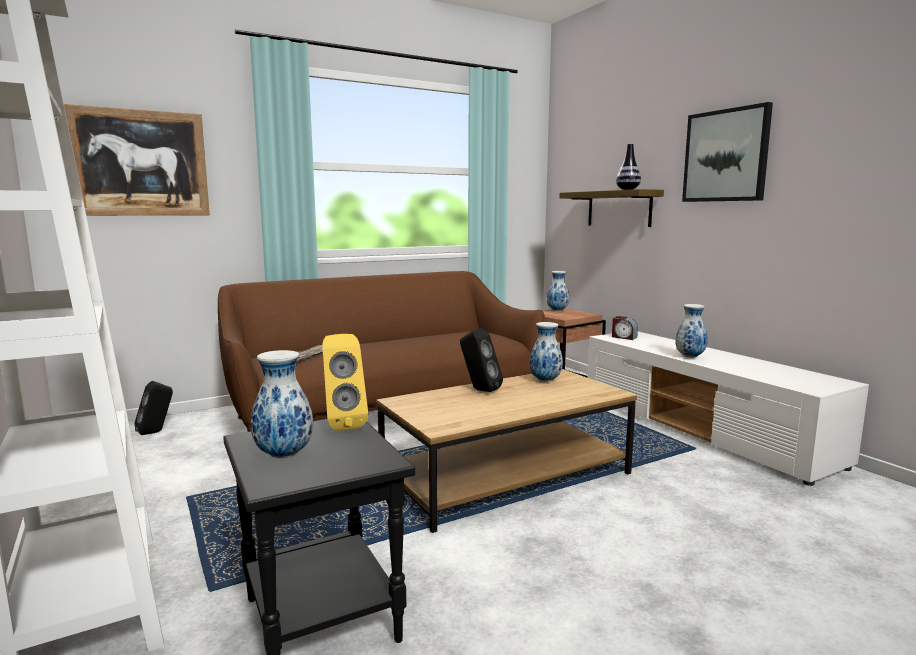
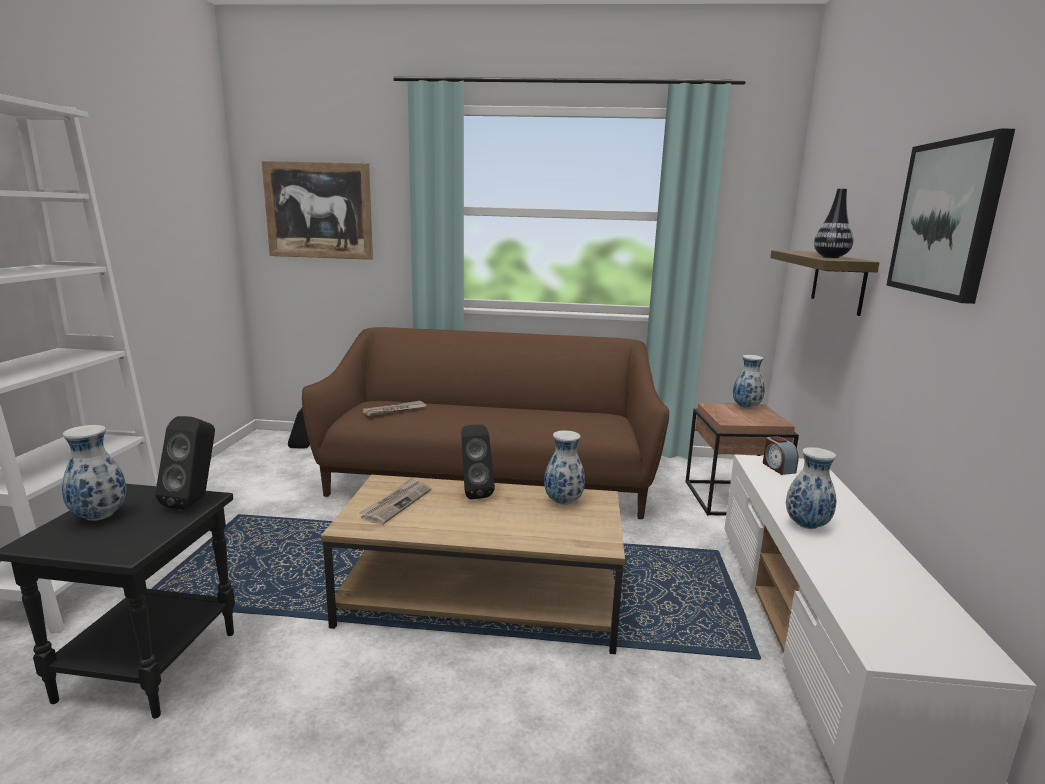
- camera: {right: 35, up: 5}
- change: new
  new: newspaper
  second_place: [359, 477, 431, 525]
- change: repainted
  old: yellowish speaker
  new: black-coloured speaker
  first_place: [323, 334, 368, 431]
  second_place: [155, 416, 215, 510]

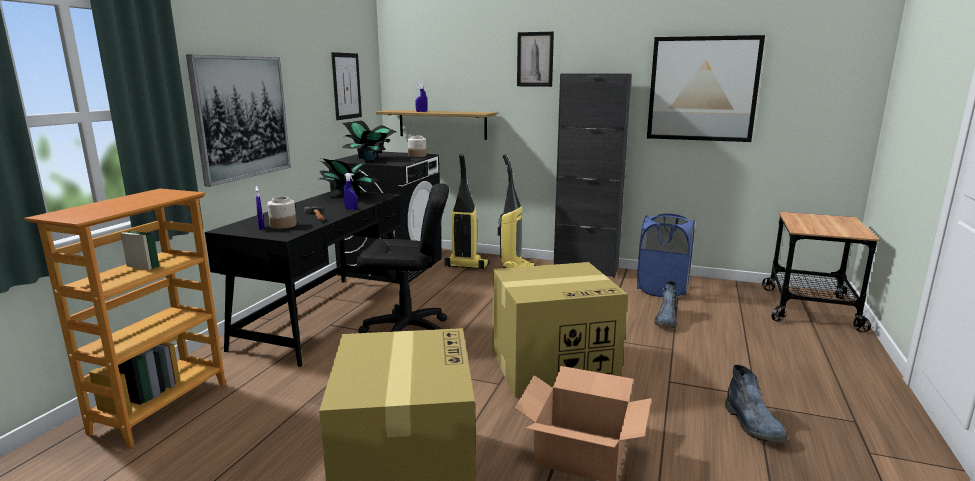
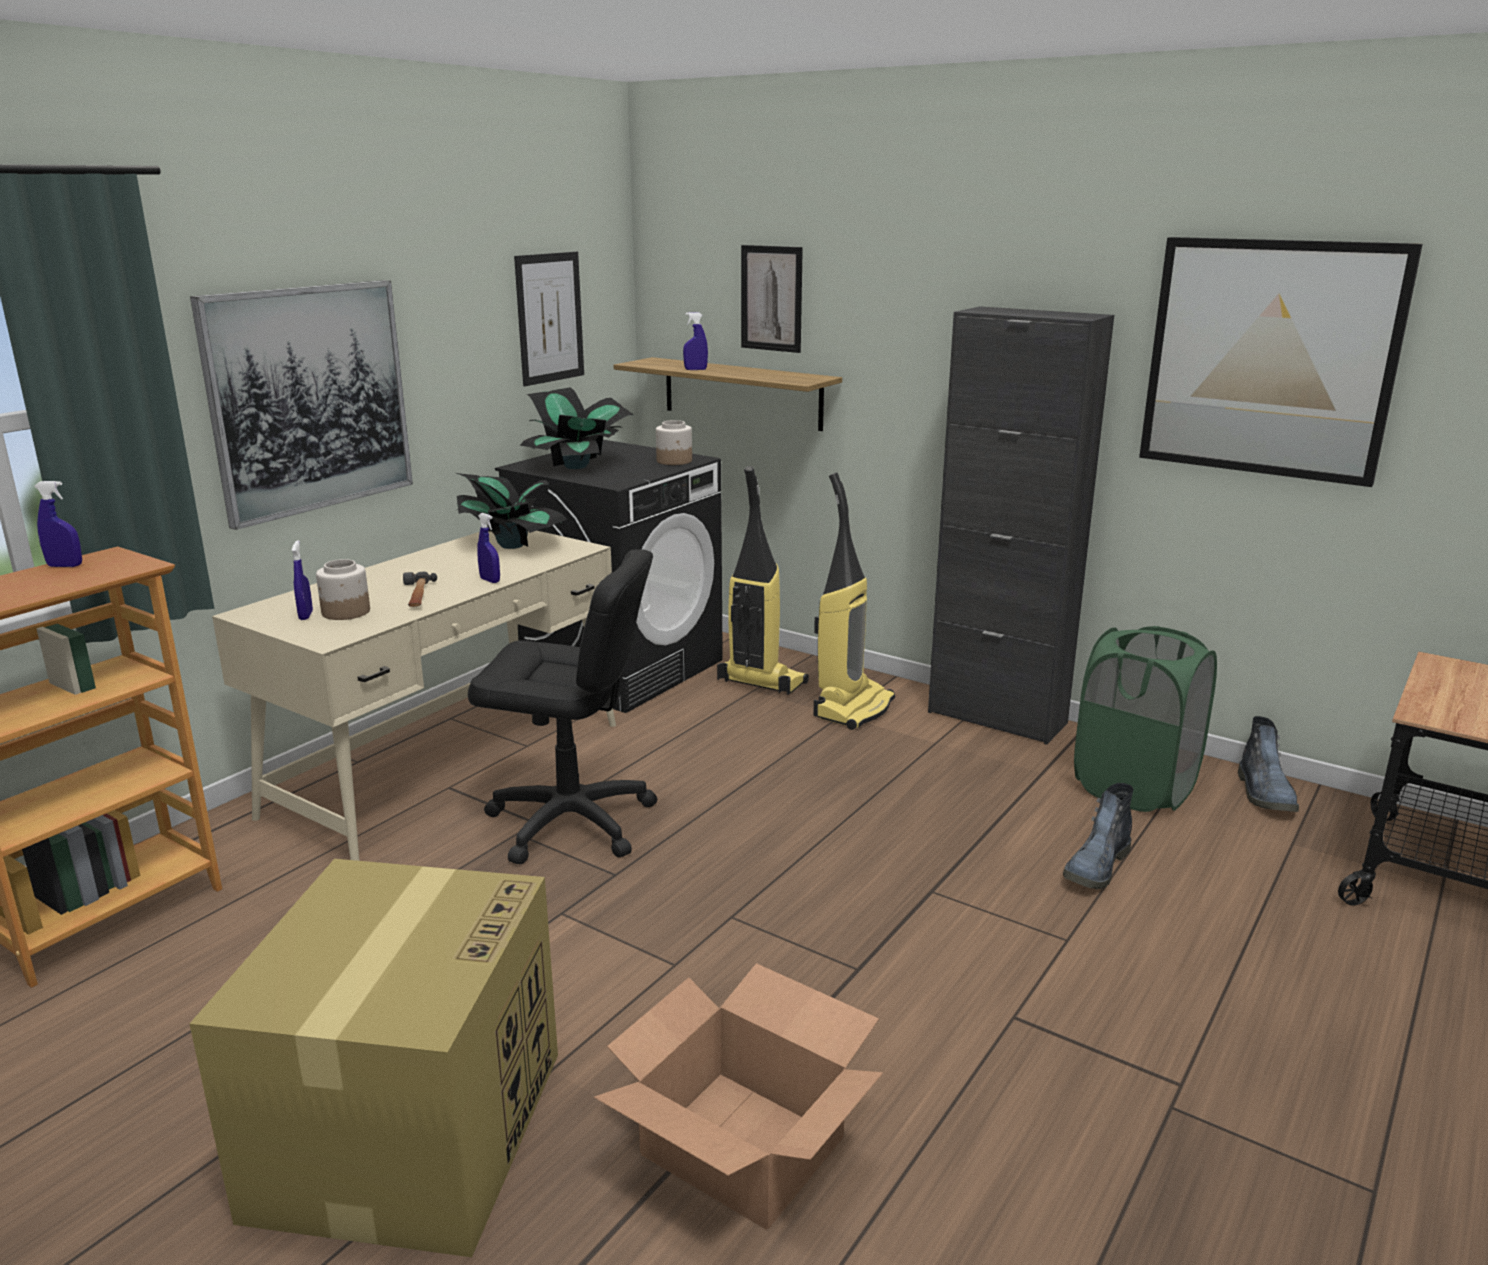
- camera: {right: 15, up: 5}
- change: gone
  old: packing box
  first_place: [493, 262, 628, 398]
- change: new
  new: bluish hand sprayer
  second_place: [34, 481, 82, 567]
- change: shifted
  old: wall art
  first_place: [517, 32, 554, 87]
  second_place: [741, 245, 803, 353]
- change: shifted
  old: boot
  first_place: [725, 365, 788, 442]
  second_place: [1238, 716, 1299, 812]
- change: repainted
  old: black-coloured desk unit
  new: beige-coloured desk unit
  first_place: [205, 190, 403, 367]
  second_place: [212, 531, 616, 861]
- change: repainted
  old: bluish hamper
  new: green hamper
  first_place: [637, 213, 695, 297]
  second_place: [1074, 626, 1217, 812]

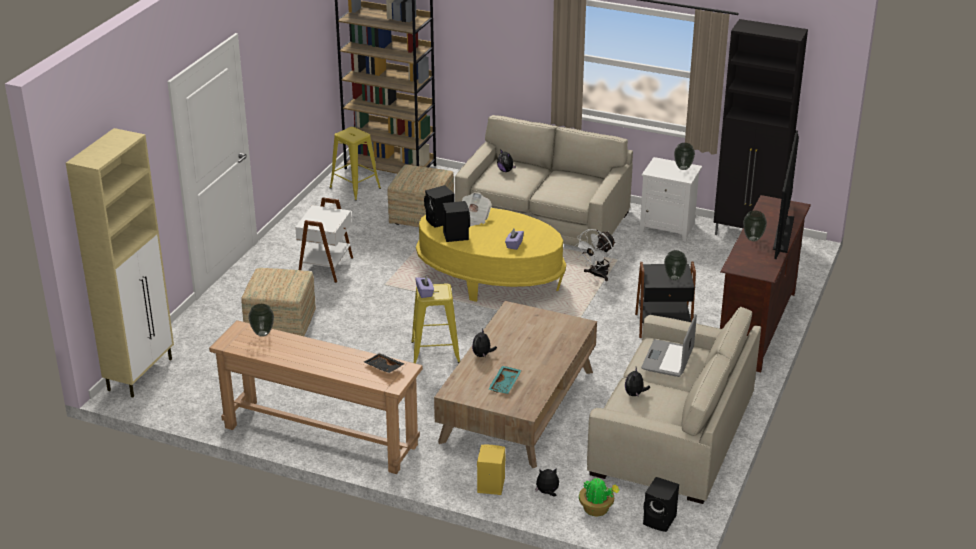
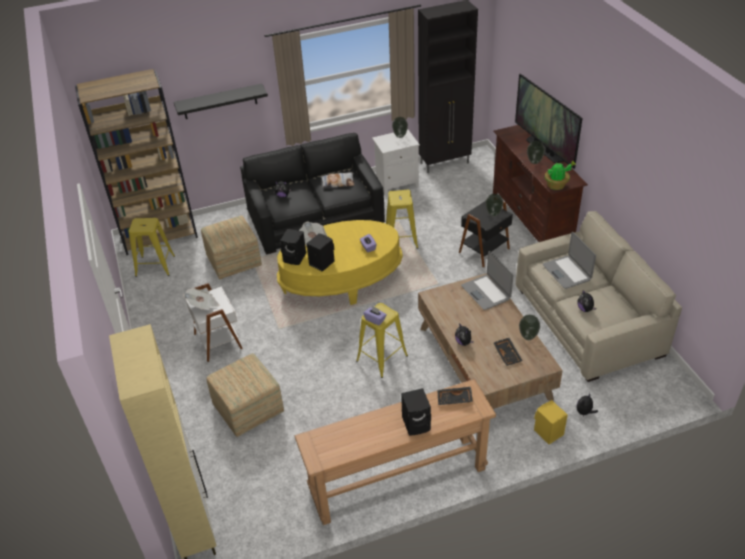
- camera: {right: -40, up: 10}
- change: new
  new: black-coloured shelf
  second_place: [174, 84, 268, 119]
- change: new
  new: newspaper
  second_place: [183, 288, 220, 310]
- change: new
  new: throw pillow
  second_place: [321, 172, 354, 188]
- change: new
  new: notebook computer
  second_place: [461, 251, 514, 310]
- change: shifted
  old: vase
  first_place: [248, 304, 274, 337]
  second_place: [519, 315, 540, 340]
- change: shifted
  old: potted plant
  first_place: [579, 478, 619, 516]
  second_place: [545, 161, 576, 190]
- change: shifted
  old: black-coloured speaker
  first_place: [643, 477, 679, 532]
  second_place: [401, 388, 431, 436]
- change: swapped
  old: whitish cooling fan
  new: yellowish stool seat
  first_place: [574, 229, 616, 281]
  second_place: [386, 190, 418, 249]
- change: repainted
  old: beige-coloured couch
  new: black-coloured couch
  first_place: [455, 115, 633, 251]
  second_place: [240, 133, 385, 255]
- change: repainted
  old: turquoise-coloured carrying tray
  new: black-coloured carrying tray
  first_place: [488, 366, 522, 394]
  second_place: [493, 338, 523, 366]

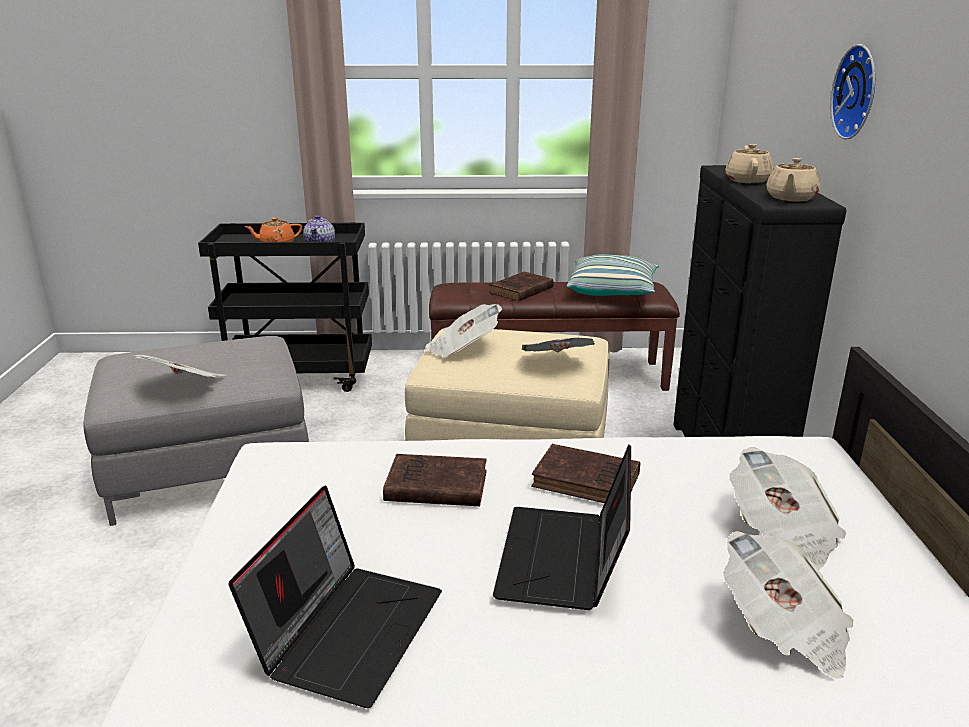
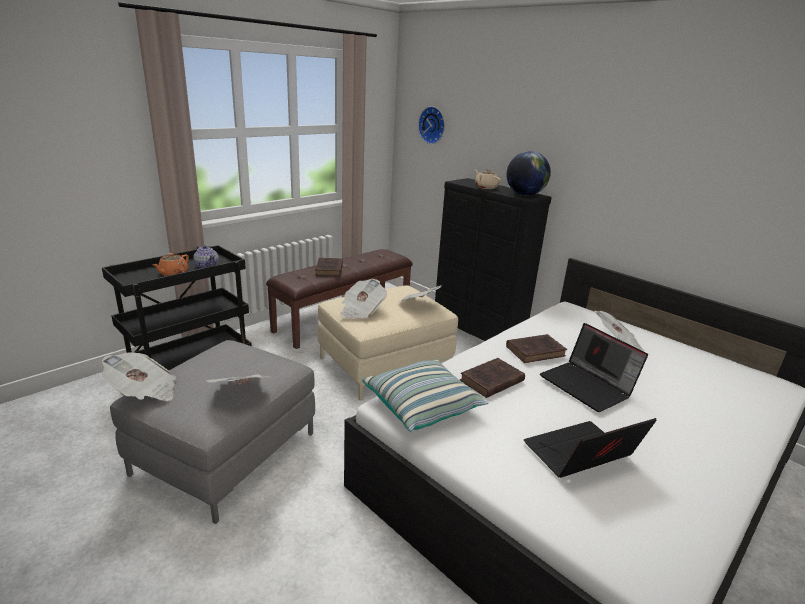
- camera: {right: -45, up: 0}
- change: shifted
  old: throw pillow
  first_place: [567, 254, 659, 296]
  second_place: [362, 359, 488, 432]
- change: shifted
  old: newspaper
  first_place: [723, 531, 853, 679]
  second_place: [102, 352, 176, 401]
- change: shifted
  old: wall clock
  first_place: [831, 44, 875, 139]
  second_place: [418, 106, 445, 144]
- change: swapped
  old: beige-coloured pot for tea
  new: world globe
  first_place: [767, 158, 820, 202]
  second_place: [506, 151, 551, 196]
- change: rotated
  old: notebook computer
  first_place: [229, 486, 442, 708]
  second_place: [524, 418, 657, 478]
  degrees: -90

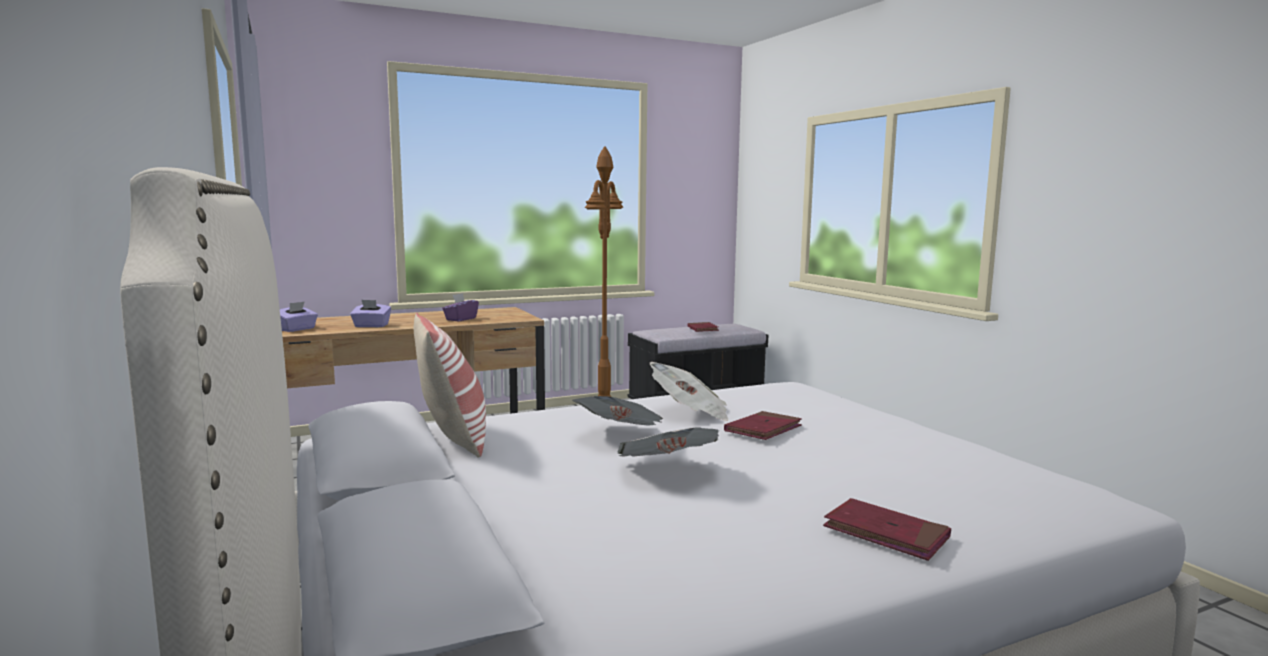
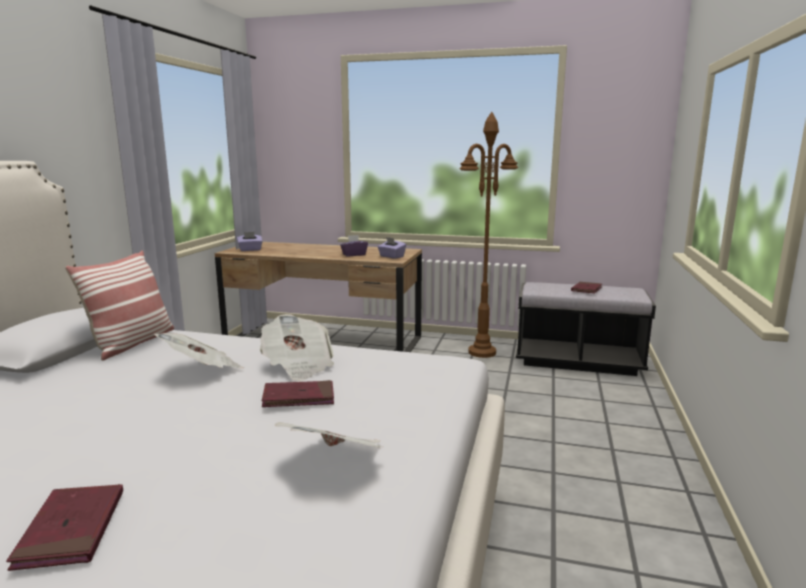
- camera: {right: 40, up: 5}
- change: shifted
  old: purple tissue holder
  first_place: [350, 300, 391, 327]
  second_place: [378, 237, 406, 259]
- change: shifted
  old: newspaper
  first_place: [617, 427, 719, 456]
  second_place: [275, 422, 383, 449]

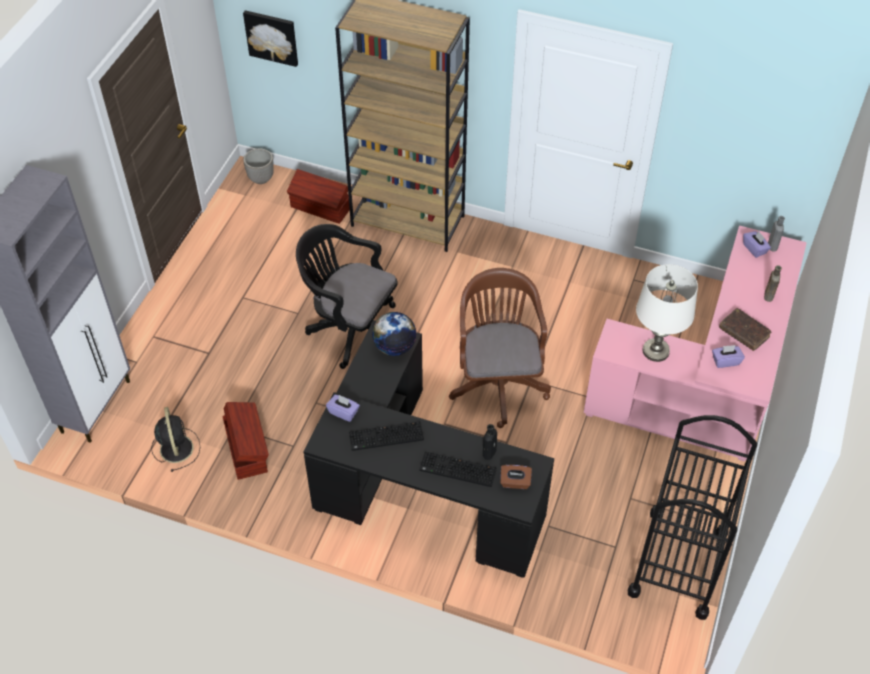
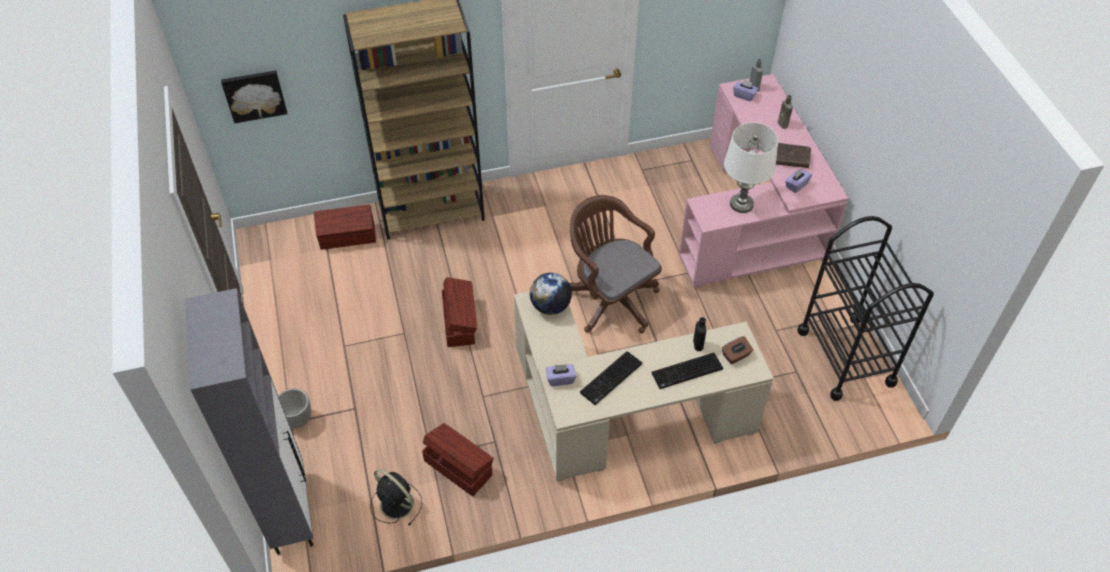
- camera: {right: -35, up: 0}
- change: shifted
  old: plant pot
  first_place: [243, 148, 274, 184]
  second_place: [278, 388, 311, 428]
- change: swapped
  old: black-coloured office chair
  new: brown storage box
  first_place: [296, 224, 398, 369]
  second_place: [442, 277, 477, 347]
- change: repainted
  old: black-coloured desk unit
  new: beige-coloured desk unit
  first_place: [303, 320, 554, 578]
  second_place: [514, 291, 774, 482]

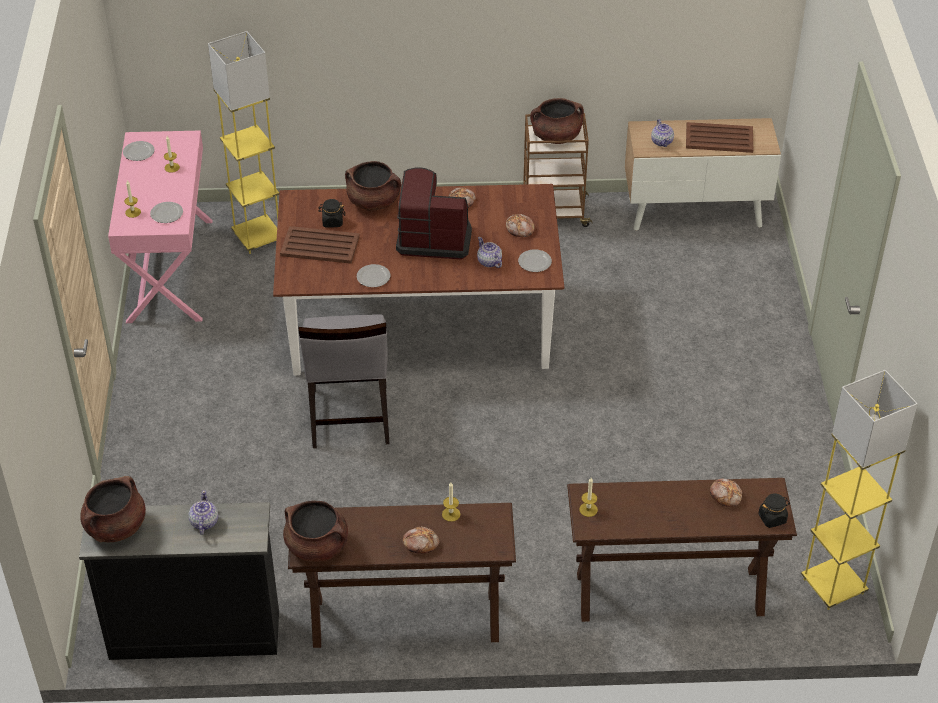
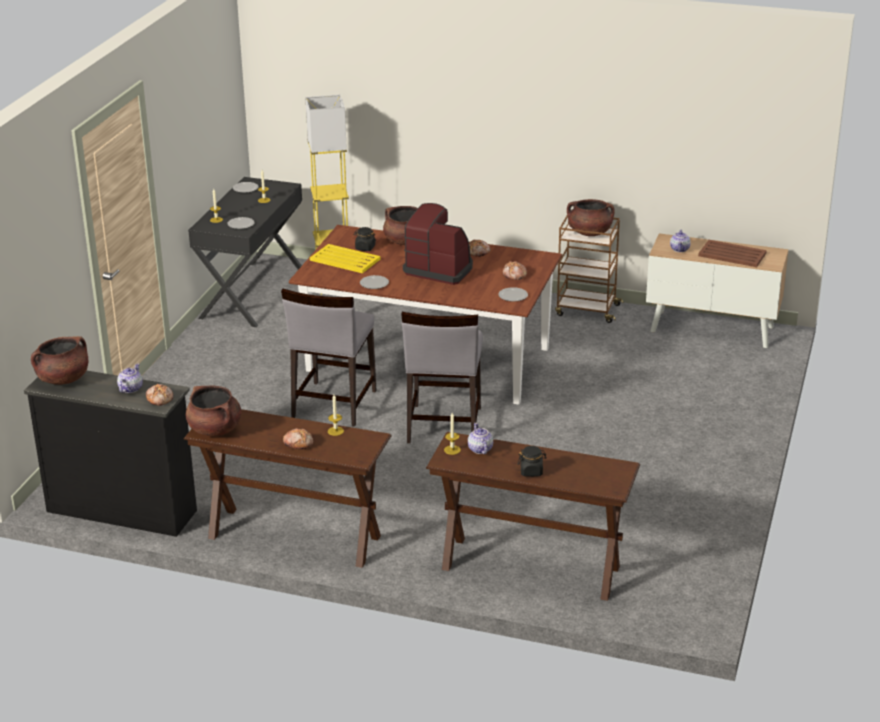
- camera: {right: 20, up: -15}
- change: gone
  old: yellowish floor lamp
  first_place: [801, 370, 918, 610]
- change: new
  new: grey upright chair
  second_place: [401, 312, 483, 443]
- change: shifted
  old: pot for tea
  first_place: [477, 237, 502, 268]
  second_place: [468, 423, 493, 454]
- change: shifted
  old: baked bread
  first_place: [710, 479, 742, 507]
  second_place: [146, 384, 173, 406]
- change: shifted
  old: black-coloured jar
  first_place: [758, 493, 790, 528]
  second_place: [518, 446, 547, 477]
- change: repainted
  old: pinkish desk unit
  new: black-coloured desk unit
  first_place: [108, 130, 213, 323]
  second_place: [188, 177, 302, 327]
- change: repainted
  old: brown carrying tray
  new: yellowish carrying tray
  first_place: [280, 226, 360, 264]
  second_place: [310, 244, 381, 273]

